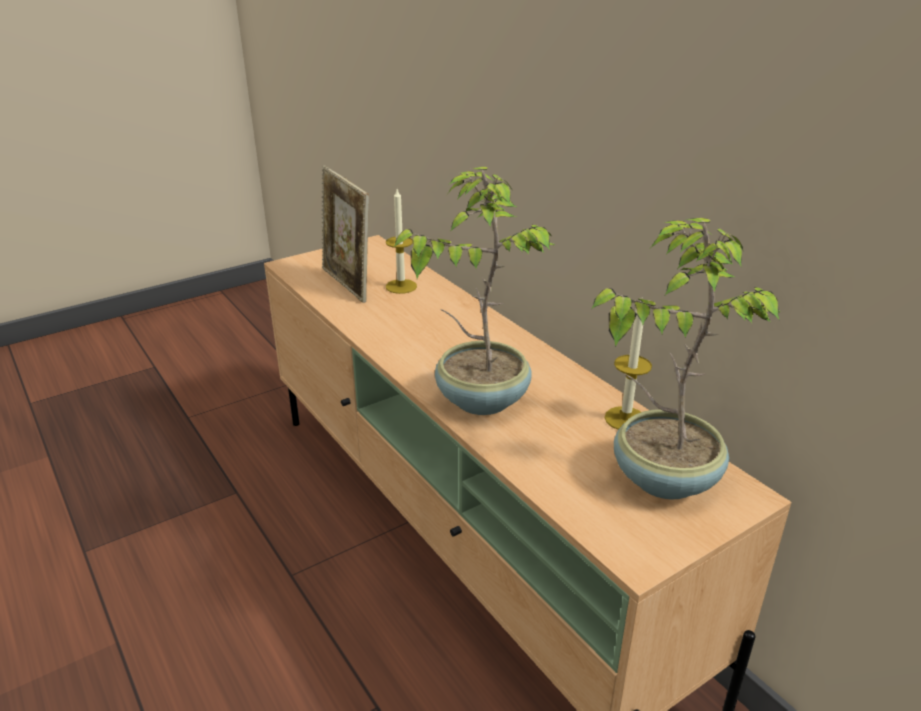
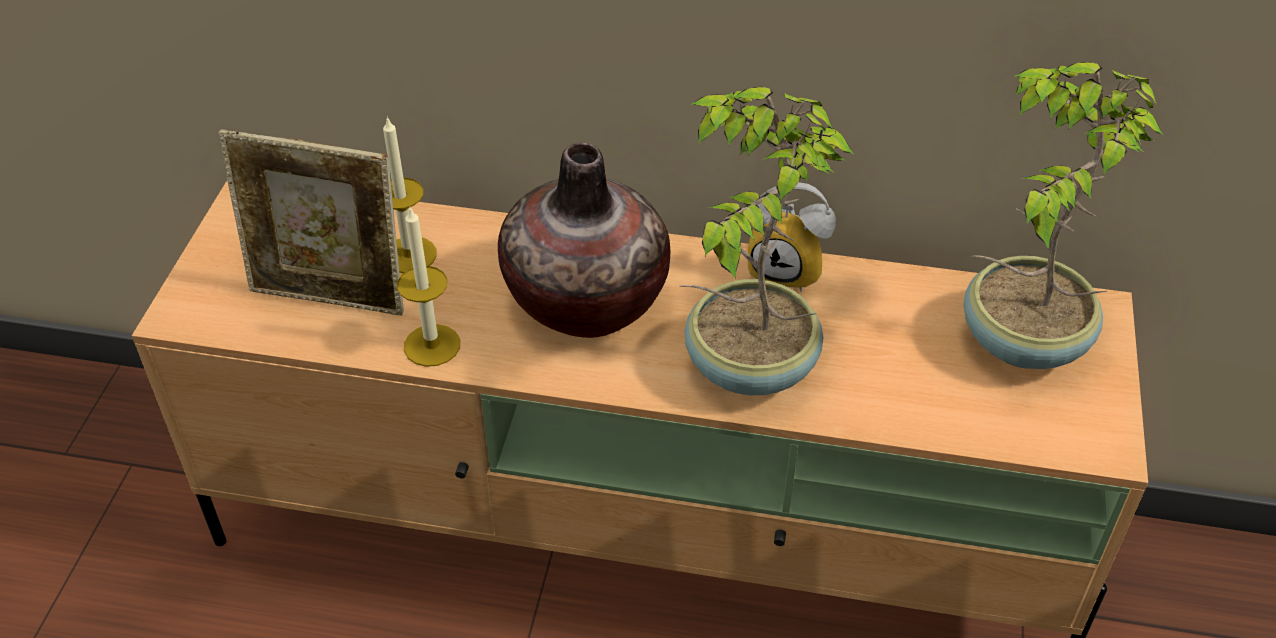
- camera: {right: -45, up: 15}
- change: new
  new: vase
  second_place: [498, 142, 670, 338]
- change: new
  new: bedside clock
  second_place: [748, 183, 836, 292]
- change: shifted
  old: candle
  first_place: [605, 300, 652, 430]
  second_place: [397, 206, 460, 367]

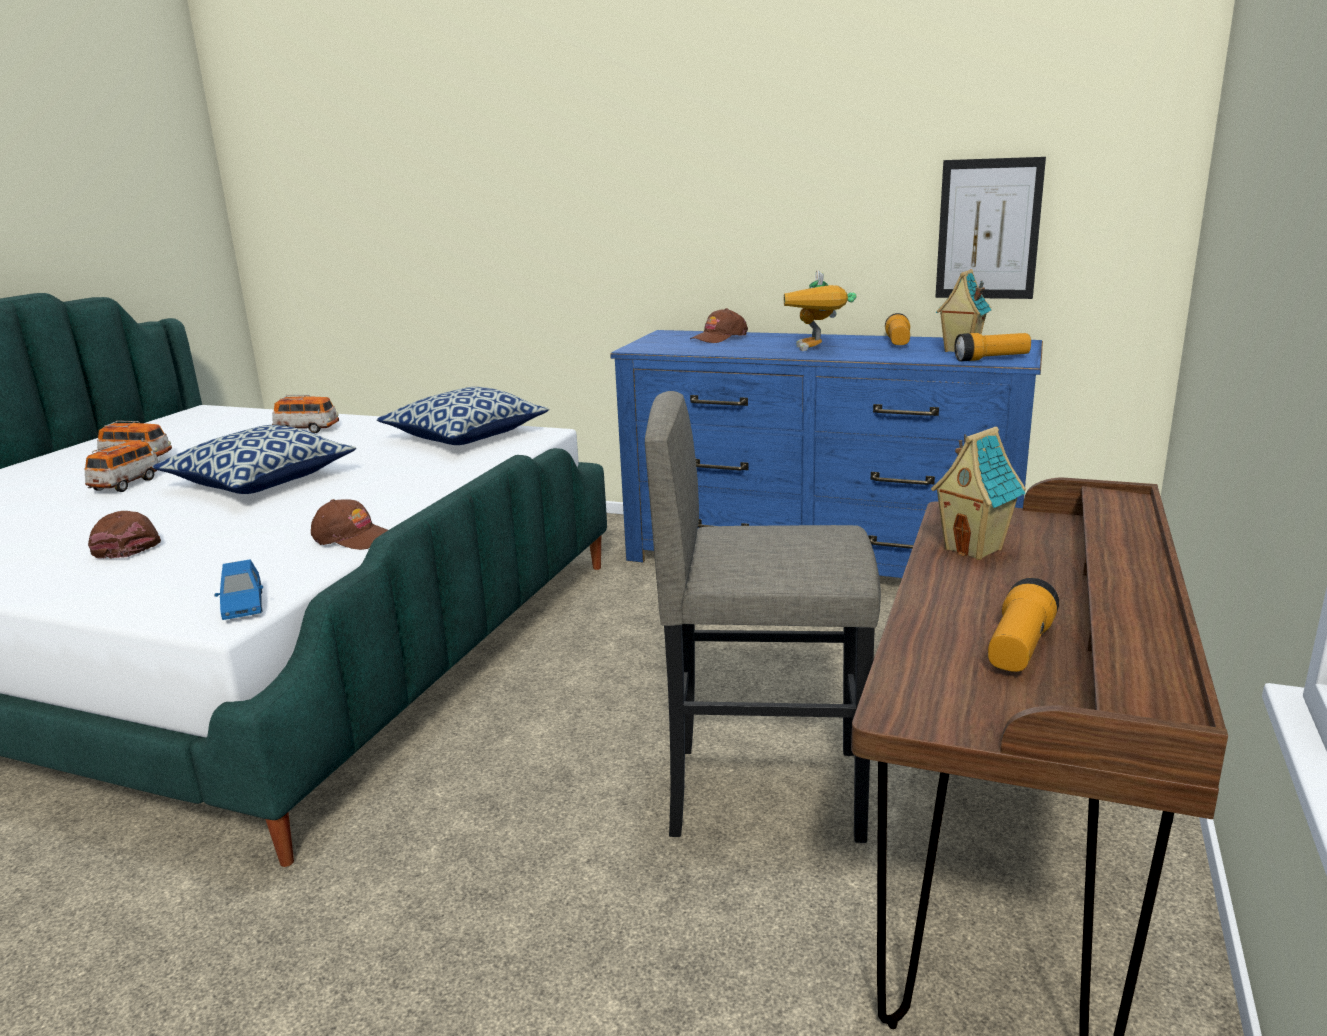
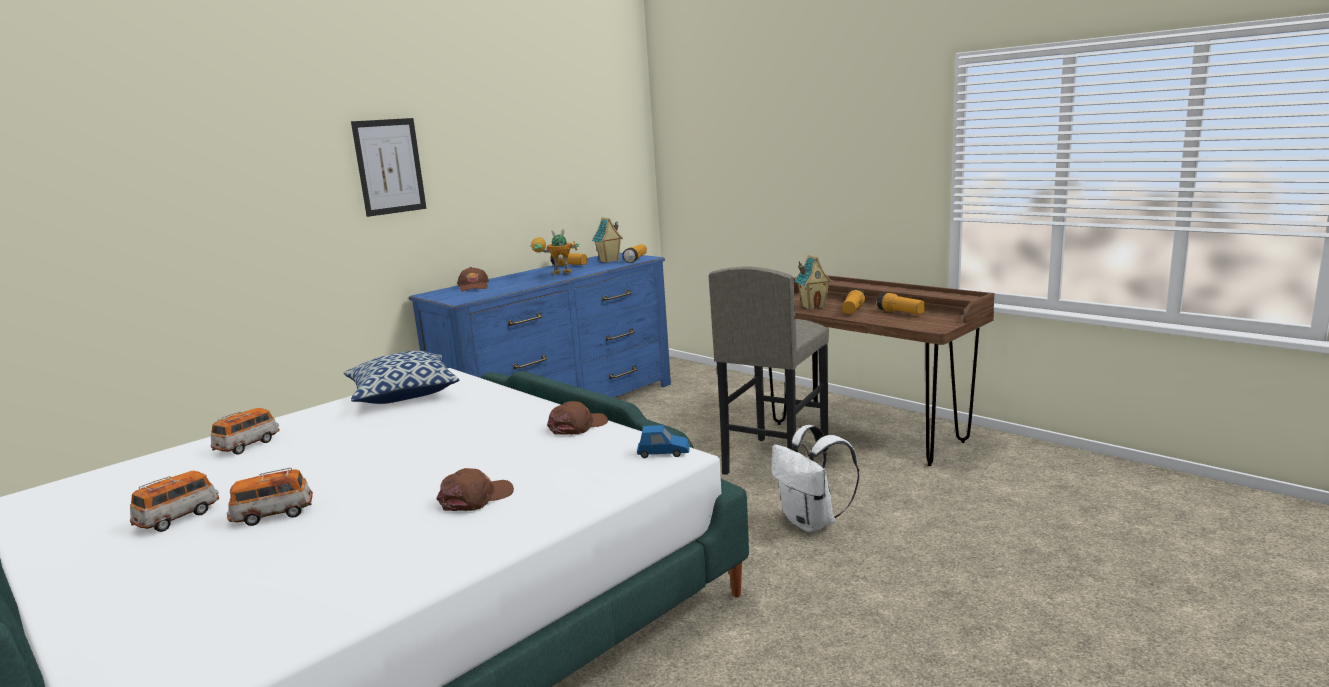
- camera: {right: -65, up: -5}
- change: gone
  old: throw pillow
  first_place: [152, 425, 356, 494]
- change: new
  new: whitish knapsack
  second_place: [771, 425, 859, 532]
- change: new
  new: torch
  second_place: [842, 289, 866, 314]
- change: shifted
  old: wall art
  first_place: [935, 157, 1046, 299]
  second_place: [351, 118, 426, 217]
- change: rotated
  old: toy car
  first_place: [84, 441, 160, 492]
  second_place: [227, 468, 313, 526]
  degrees: -60
- change: rotated
  old: brown peaked cap
  first_place: [88, 511, 161, 559]
  second_place: [436, 468, 514, 511]
  degrees: 135
- change: rotated
  old: toy robot
  first_place: [784, 270, 857, 351]
  second_place: [531, 229, 579, 275]
  degrees: 150

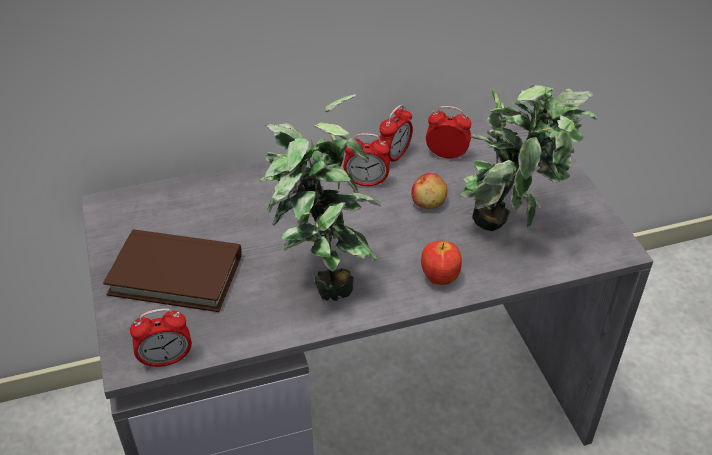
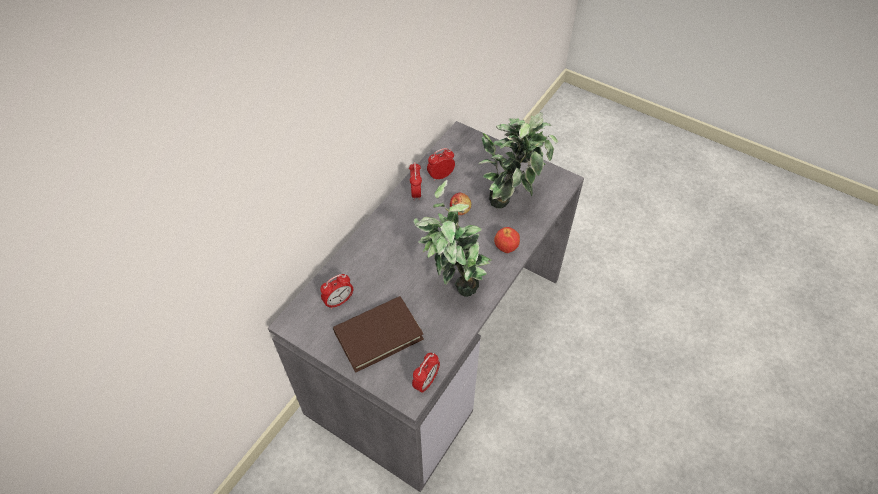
- camera: {right: -40, up: 10}
- change: shifted
  old: bedside clock
  first_place: [343, 133, 390, 187]
  second_place: [320, 274, 353, 309]

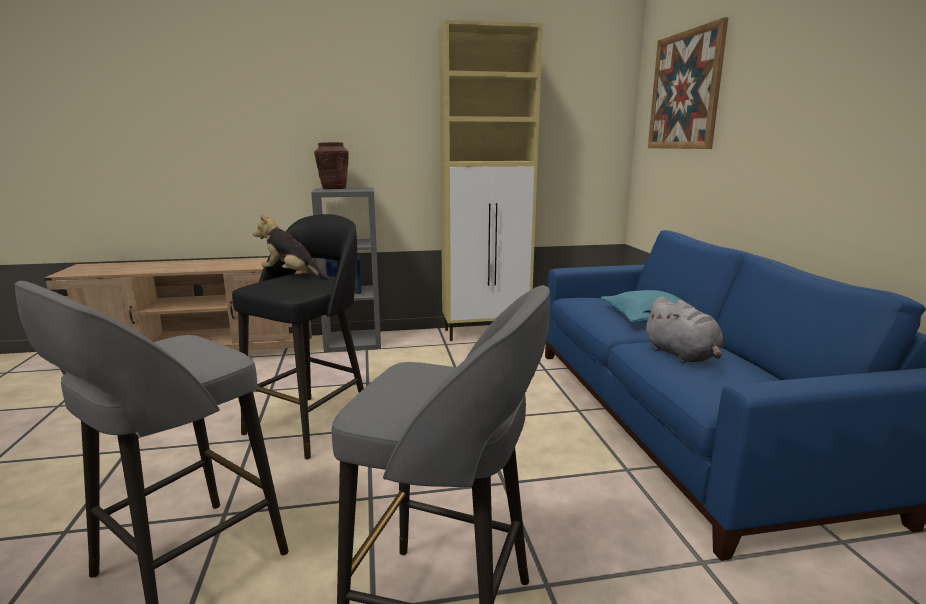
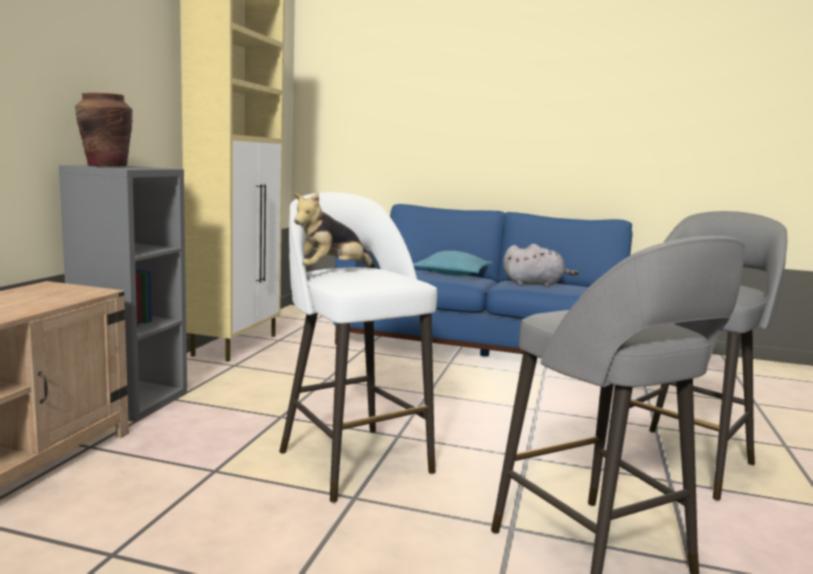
- camera: {right: -65, up: -5}
- change: gone
  old: wall art
  first_place: [648, 17, 728, 149]
- change: repainted
  old: black-coloured stool seat
  new: whitish stool seat
  first_place: [232, 214, 364, 459]
  second_place: [279, 192, 437, 503]

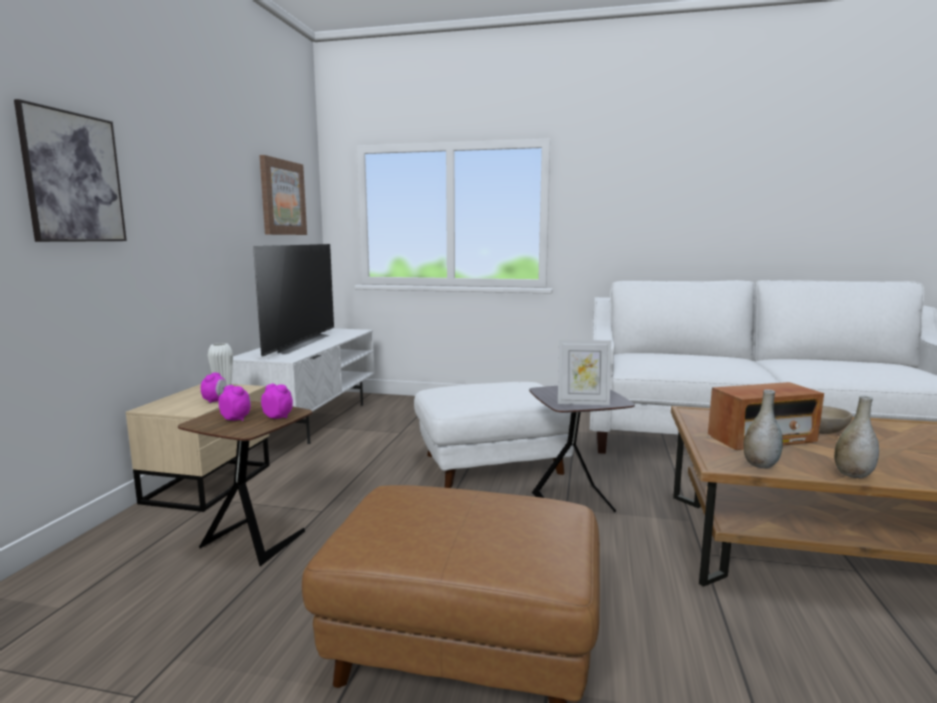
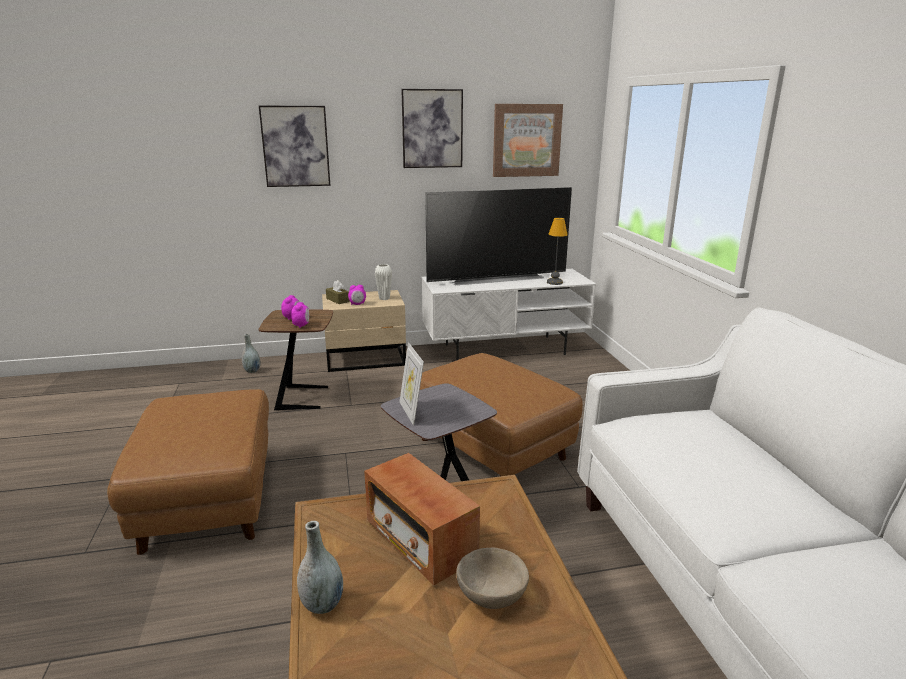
- camera: {right: 65, up: 10}
- change: new
  new: brown tissue holder
  second_place: [326, 280, 350, 304]
- change: new
  new: wall art
  second_place: [401, 89, 463, 168]
- change: new
  new: tabletop lamp
  second_place: [547, 218, 568, 285]
- change: shifted
  old: grey vase
  first_place: [743, 389, 783, 468]
  second_place: [242, 334, 261, 373]
- change: repainted
  old: whitish footrest
  new: brown footrest
  first_place: [414, 382, 574, 488]
  second_place: [420, 353, 583, 476]

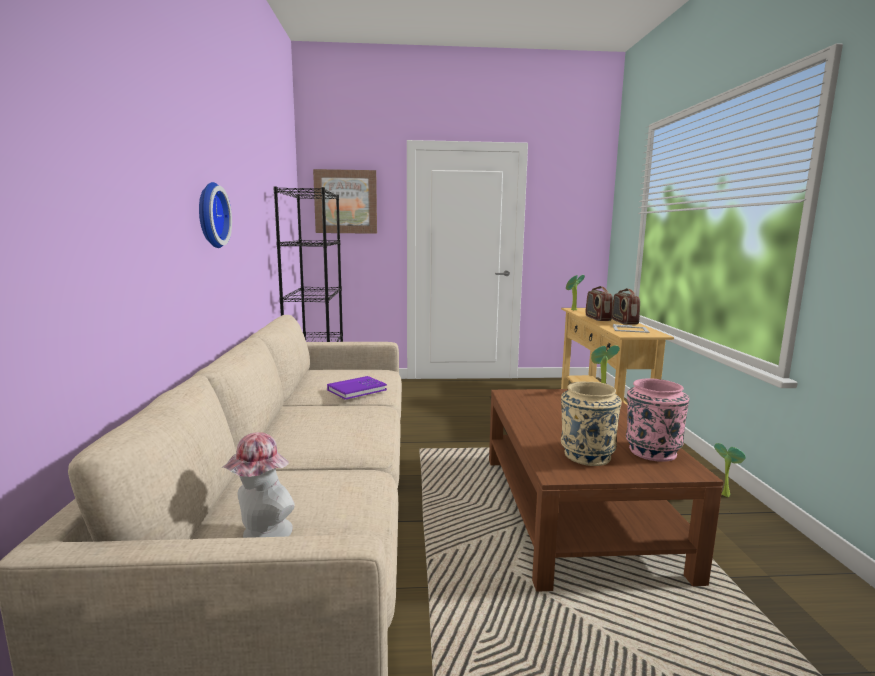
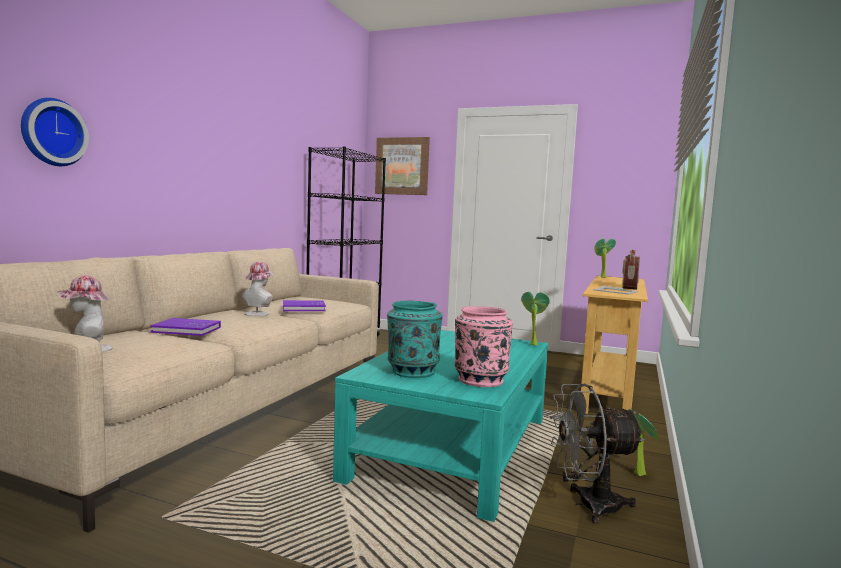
- camera: {right: 25, up: -5}
- change: gone
  old: radio receiver
  first_place: [585, 286, 613, 321]
- change: new
  new: purple volume
  second_place: [150, 318, 221, 336]
- change: new
  new: clothing hat
  second_place: [242, 261, 274, 316]
- change: new
  new: grey cooling fan
  second_place: [550, 384, 644, 524]
- change: shifted
  old: wall clock
  first_place: [199, 182, 232, 248]
  second_place: [21, 98, 89, 166]
- change: repainted
  old: brown lounge table
  new: turquoise-coloured lounge table
  first_place: [489, 389, 723, 592]
  second_place: [333, 330, 548, 522]
- change: repainted
  old: beige-coloured vase
  new: turquoise-coloured vase
  first_place: [561, 382, 622, 466]
  second_place: [387, 301, 443, 378]

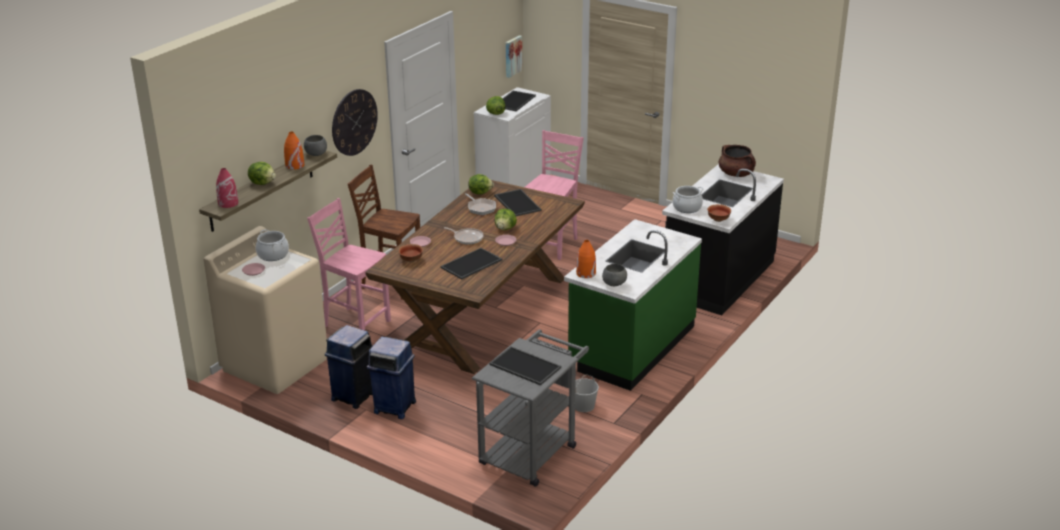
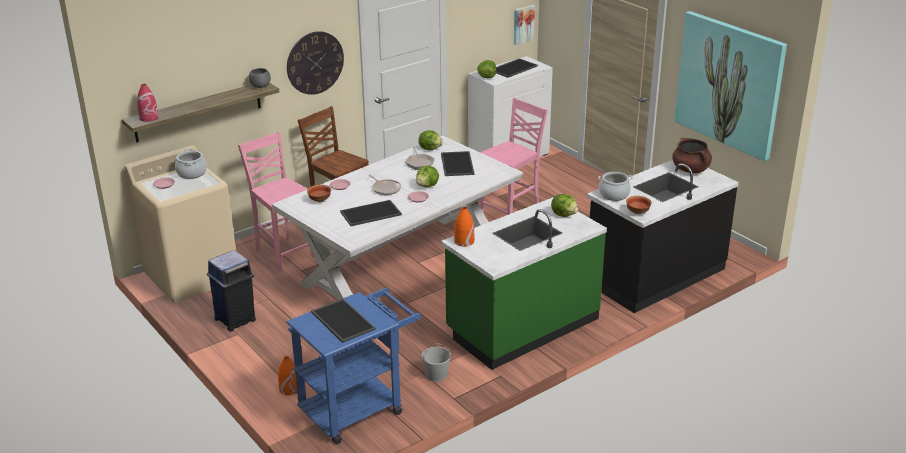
- camera: {right: 20, up: 0}
- change: gone
  old: bluish trash can
  first_place: [367, 337, 416, 419]
- change: gone
  old: grey serving bowl
  first_place: [602, 264, 627, 286]
- change: new
  new: wall art
  second_place: [674, 11, 787, 161]
- change: shifted
  old: lettuce
  first_place: [248, 162, 276, 185]
  second_place: [551, 194, 578, 217]
- change: shifted
  old: orange vase
  first_place: [284, 132, 304, 170]
  second_place: [278, 356, 297, 395]
- change: repainted
  old: brown dinner table
  new: whitish dinner table
  first_place: [365, 180, 585, 374]
  second_place: [272, 135, 523, 300]
- change: repainted
  old: grey trolley
  new: bluish trolley
  first_place: [472, 329, 589, 487]
  second_place: [286, 288, 421, 444]

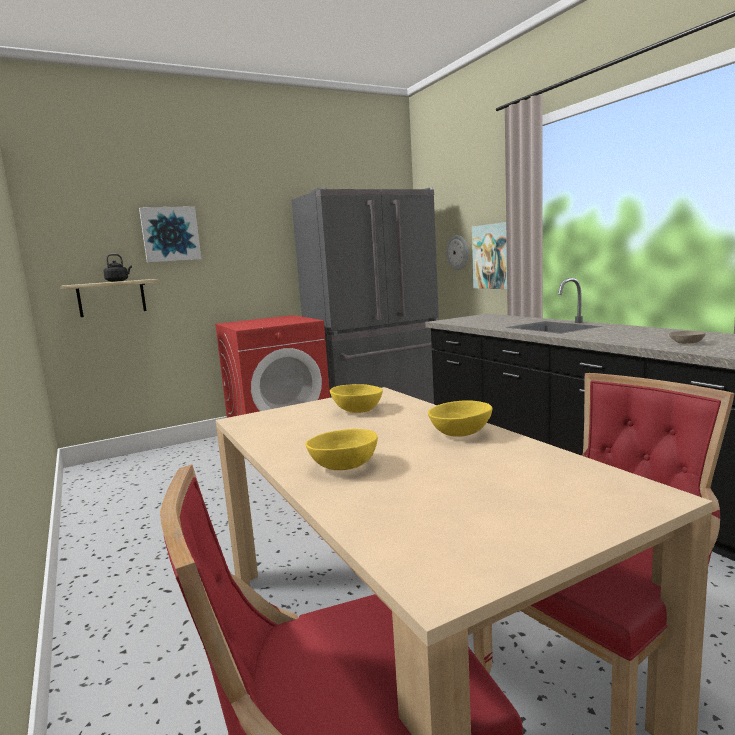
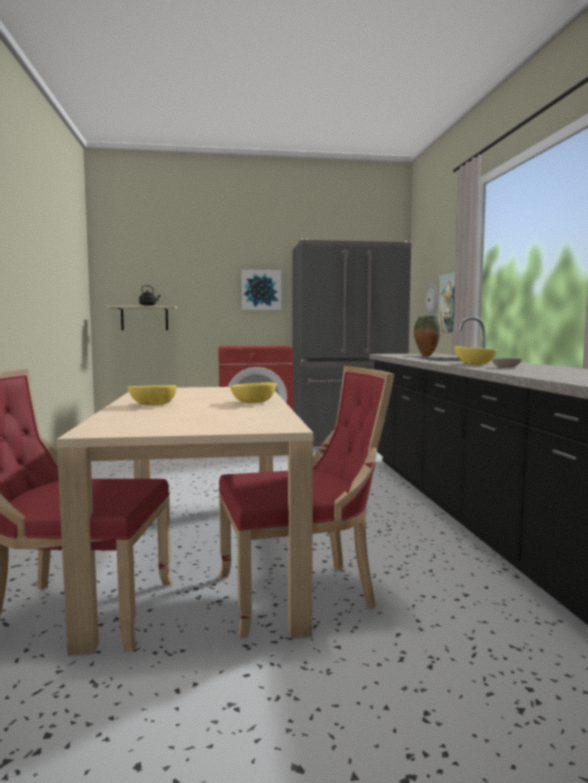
- camera: {right: 20, up: -5}
- change: new
  new: vase
  second_place: [414, 316, 440, 356]
- change: shifted
  old: wall art
  first_place: [139, 206, 201, 262]
  second_place: [241, 269, 281, 310]
- change: shifted
  old: yellowish serving bowl
  first_place: [330, 384, 383, 413]
  second_place: [454, 346, 497, 365]

